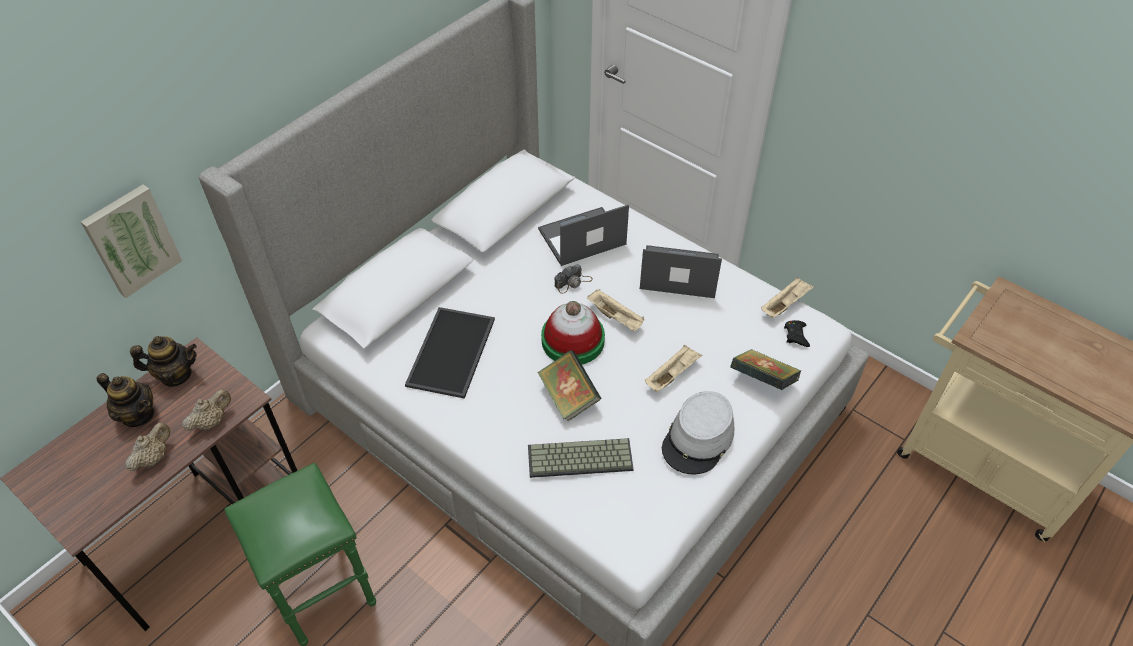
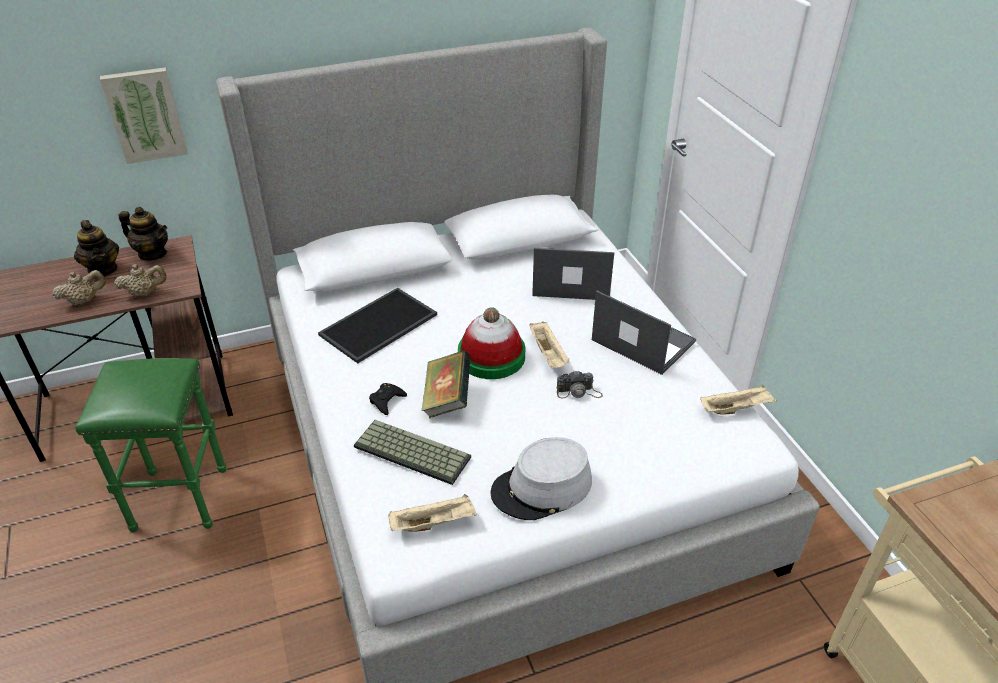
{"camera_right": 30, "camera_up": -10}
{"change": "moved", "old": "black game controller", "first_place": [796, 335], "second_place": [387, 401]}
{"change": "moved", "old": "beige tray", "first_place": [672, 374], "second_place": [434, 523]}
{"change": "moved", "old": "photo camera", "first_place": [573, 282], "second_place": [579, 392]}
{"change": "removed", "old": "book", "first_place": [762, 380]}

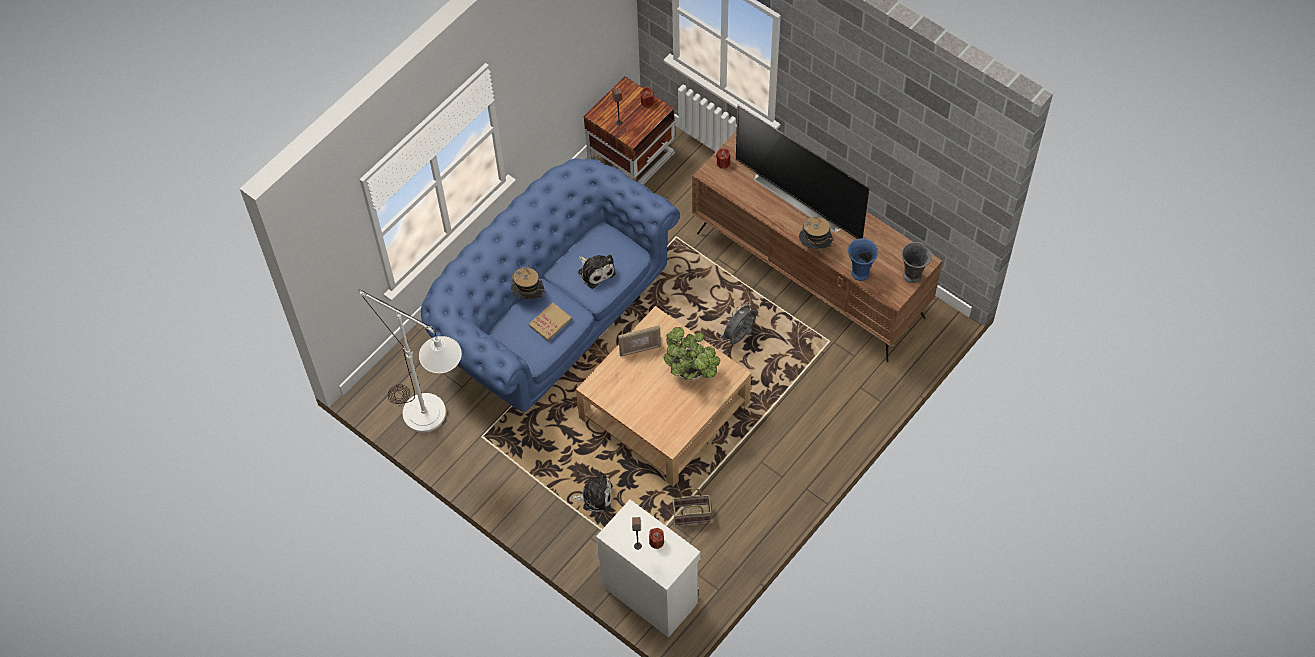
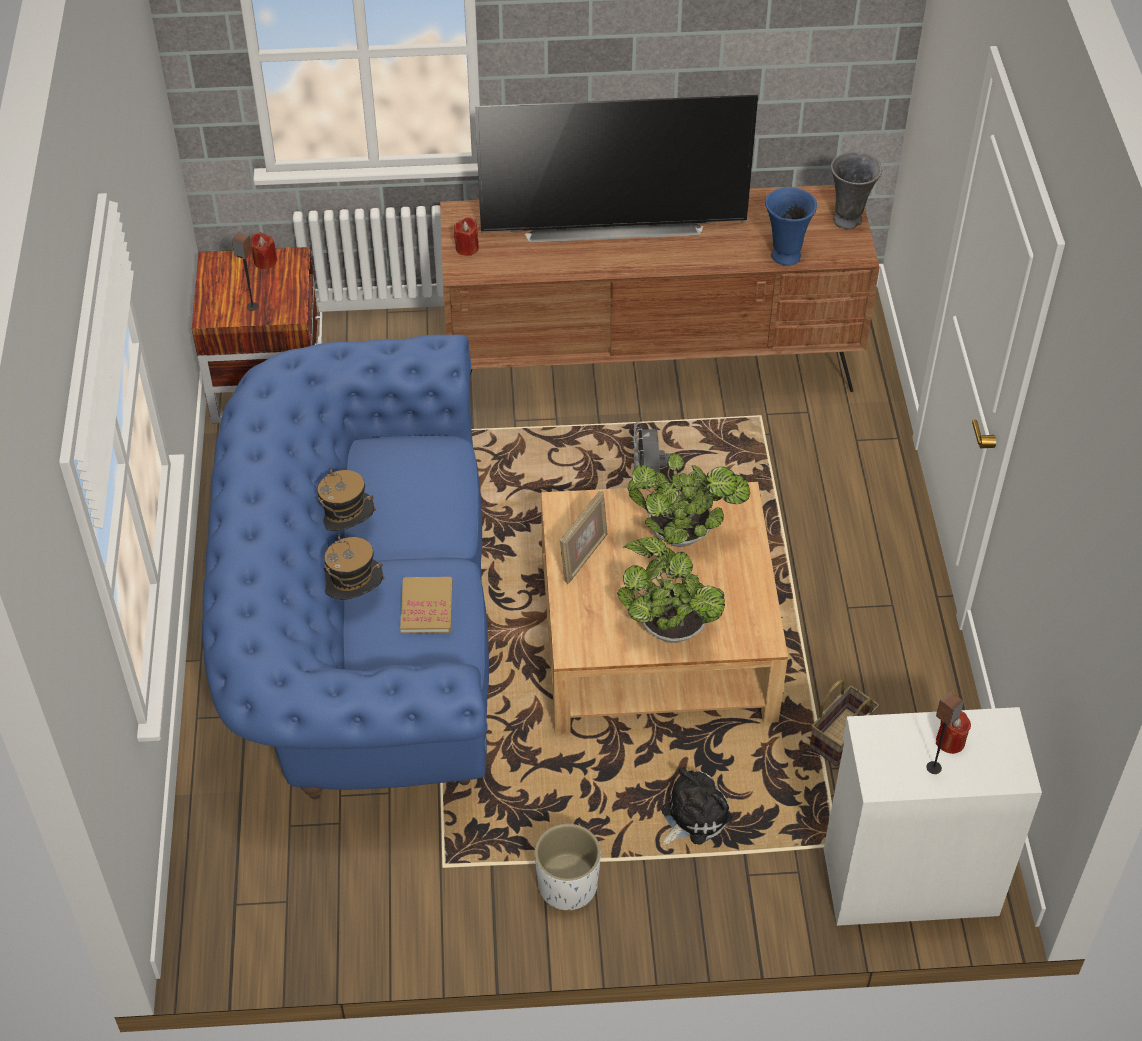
{"camera_right": -45, "camera_up": -10}
{"change": "moved", "old": "hat", "first_place": [814, 246], "second_place": [347, 529]}
{"change": "added", "new": "white planter", "second_place": [567, 885]}
{"change": "added", "new": "potted plant", "second_place": [668, 626]}
{"change": "removed", "old": "white floor lamp", "first_place": [433, 420]}
{"change": "removed", "old": "plush toy", "first_place": [595, 271]}

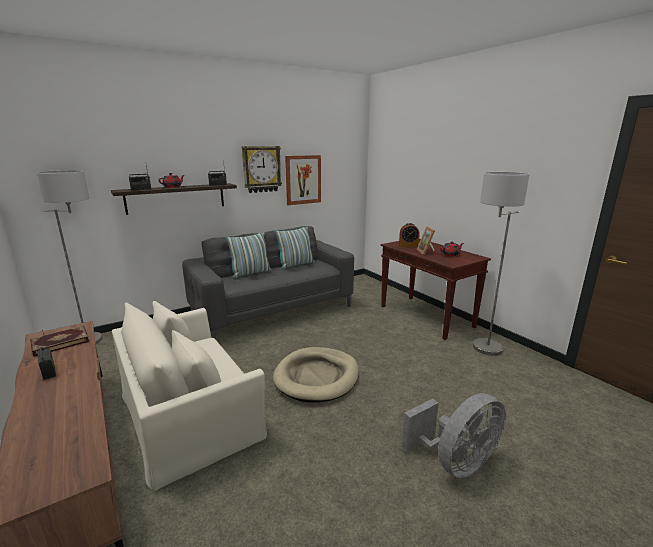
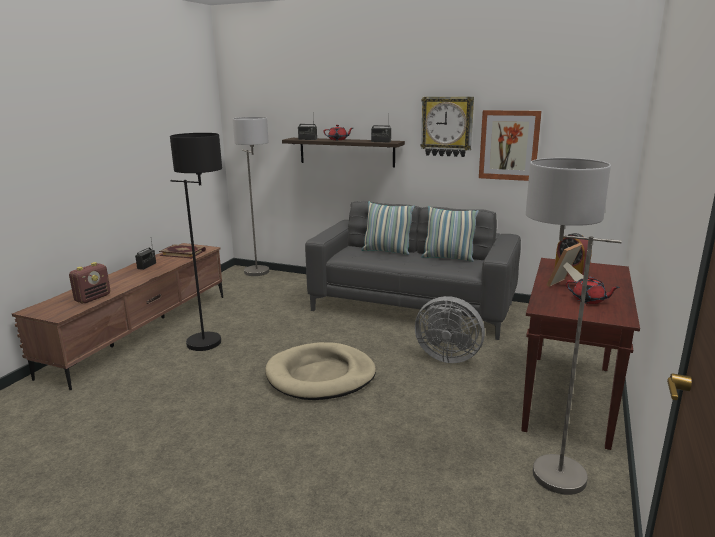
{"camera_right": 55, "camera_up": 0}
{"change": "added", "new": "radio", "second_place": [93, 298]}
{"change": "replaced", "old": "beige armchair", "new": "black floor lamp", "first_place": [189, 412], "second_place": [213, 344]}
{"change": "moved", "old": "grey fan", "first_place": [456, 462], "second_place": [447, 356]}

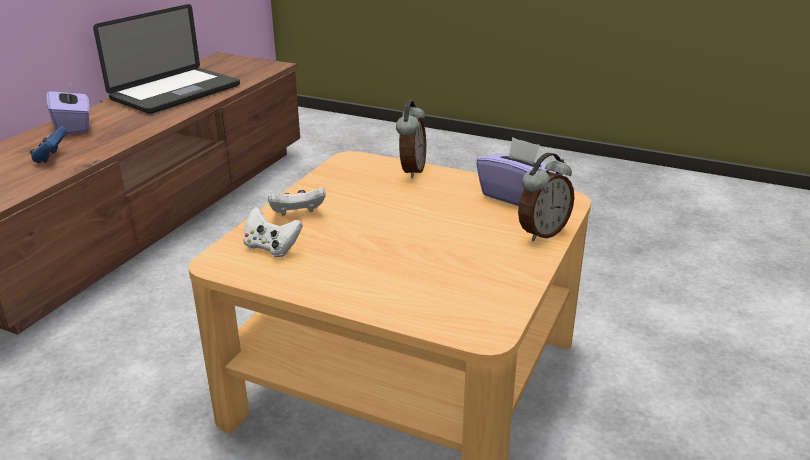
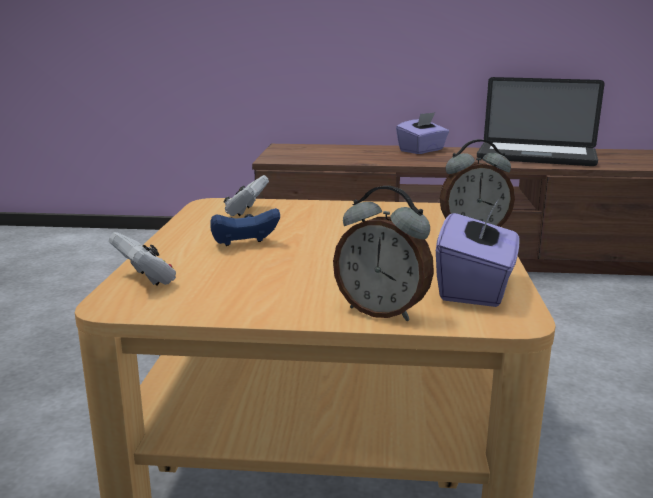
{"camera_right": 70, "camera_up": -10}
{"change": "moved", "old": "white game controller", "first_place": [297, 214], "second_place": [146, 280]}
{"change": "moved", "old": "blue game controller", "first_place": [51, 157], "second_place": [244, 244]}

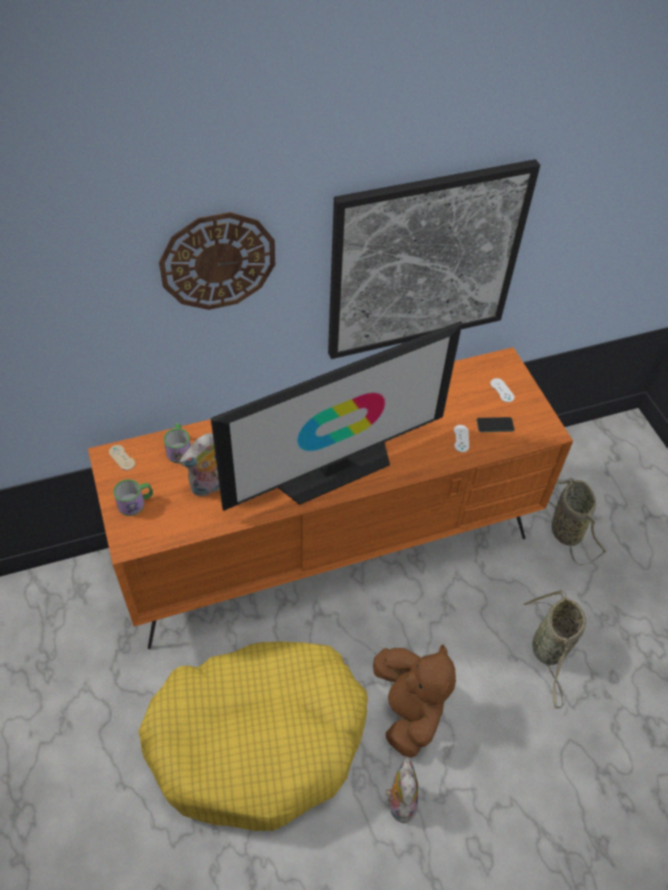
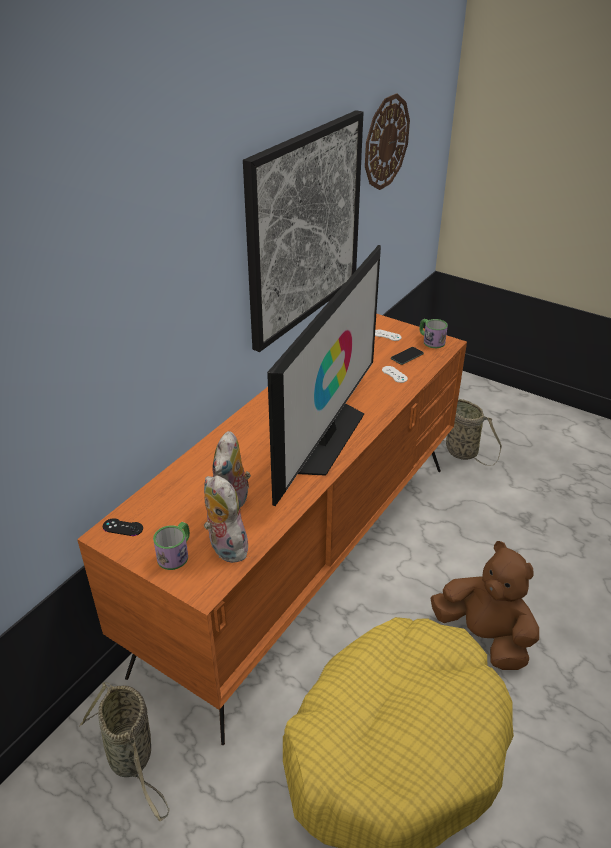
{"camera_right": -35, "camera_up": -15}
{"change": "moved", "old": "basket", "first_place": [549, 651], "second_place": [132, 758]}
{"change": "recoloured", "old": "beige game controller", "new": "black game controller", "first_place": [122, 457], "second_place": [123, 527]}
{"change": "moved", "old": "plush toy", "first_place": [399, 801], "second_place": [225, 547]}
{"change": "moved", "old": "wall clock", "first_place": [218, 261], "second_place": [386, 142]}
{"change": "moved", "old": "mug", "first_place": [179, 449], "second_place": [431, 341]}

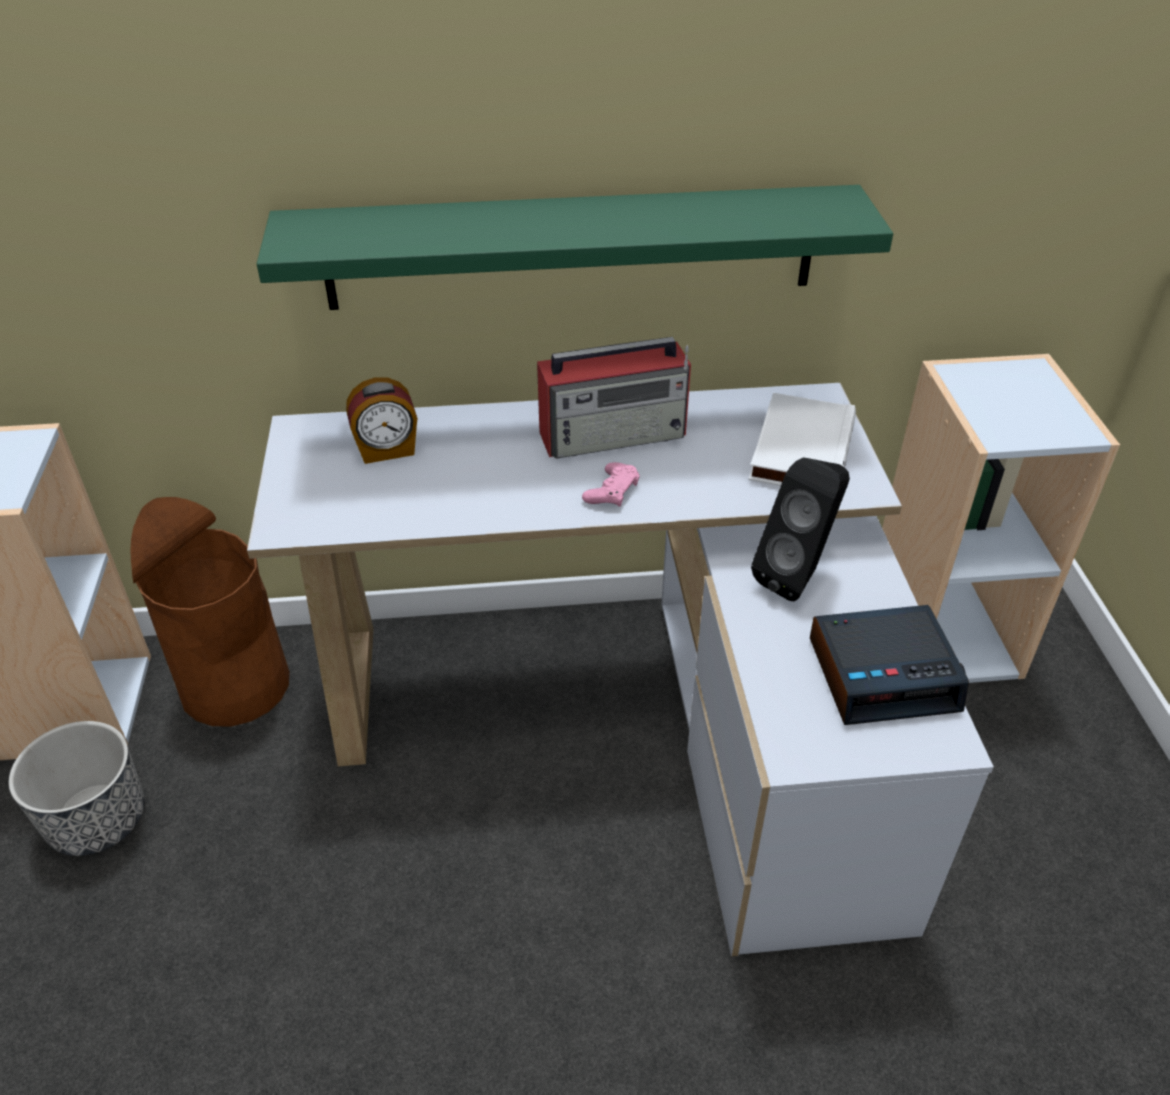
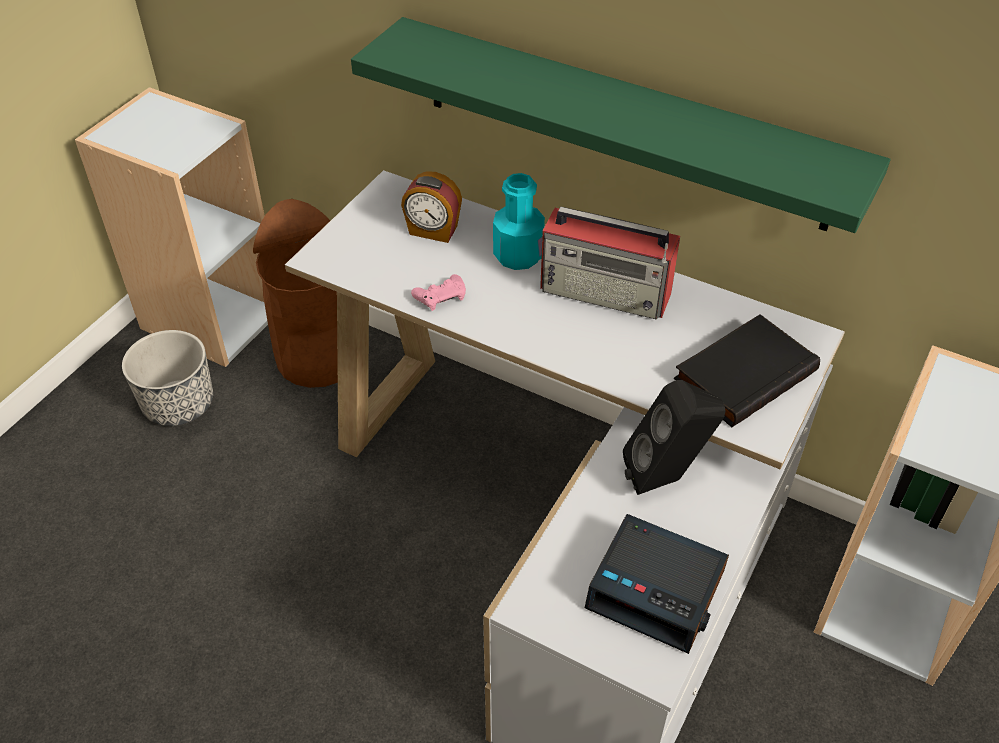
{"camera_right": 35, "camera_up": 5}
{"change": "moved", "old": "pink game controller", "first_place": [612, 491], "second_place": [441, 297]}
{"change": "added", "new": "turquoise bottle", "second_place": [518, 255]}
{"change": "recoloured", "old": "white book", "new": "black book", "first_place": [799, 449], "second_place": [743, 373]}

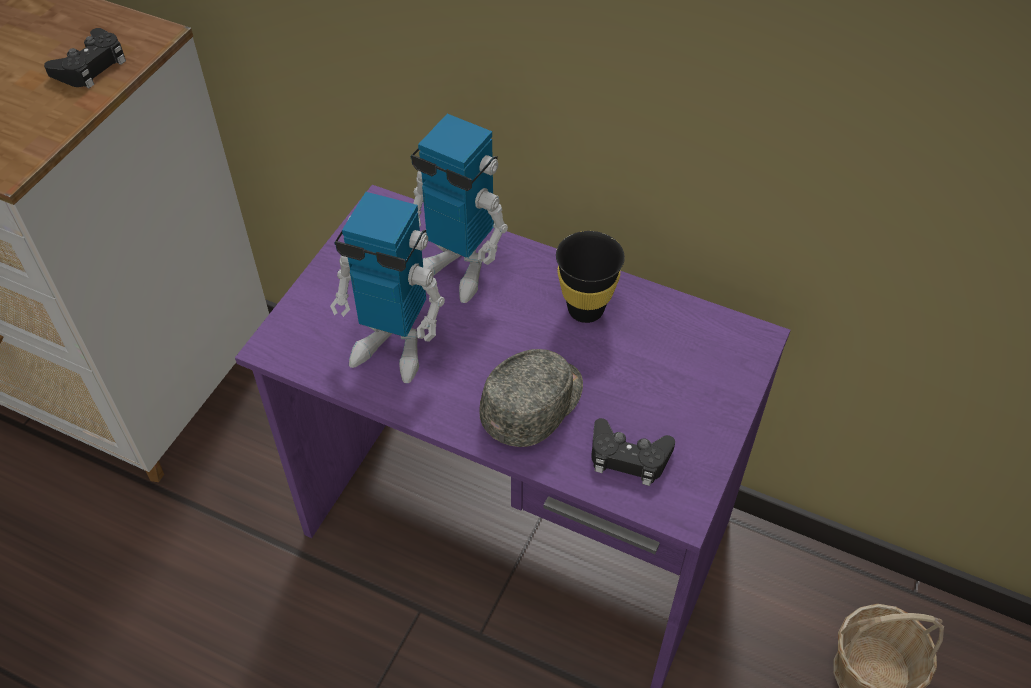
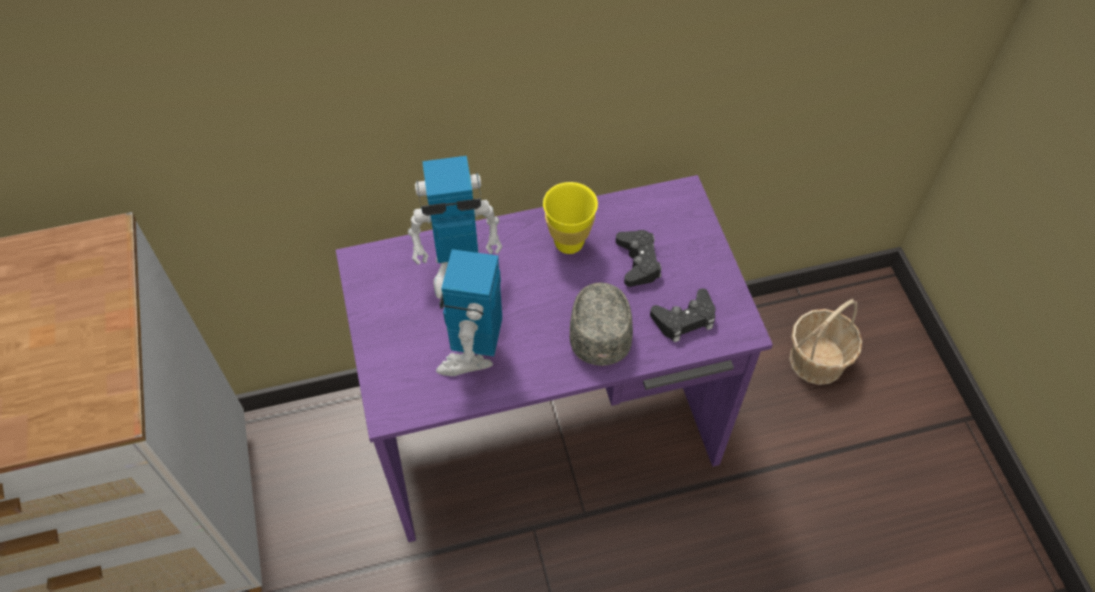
{"camera_right": -40, "camera_up": 5}
{"change": "turned", "old": "toy robot", "first_place": [393, 347], "second_place": [472, 353], "degrees": 120}
{"change": "recoloured", "old": "black cup", "new": "yellow cup", "first_place": [585, 309], "second_place": [569, 243]}
{"change": "moved", "old": "black game controller", "first_place": [91, 66], "second_place": [638, 262]}

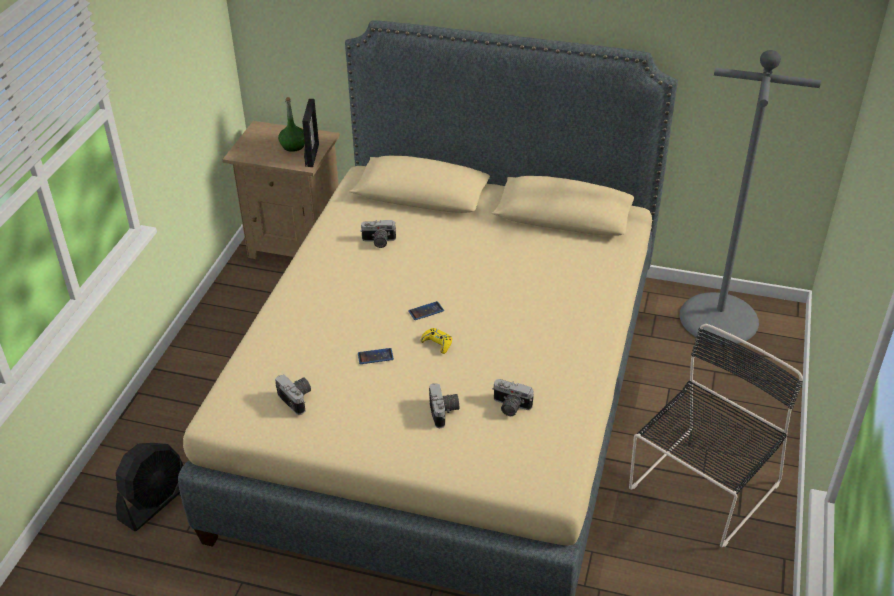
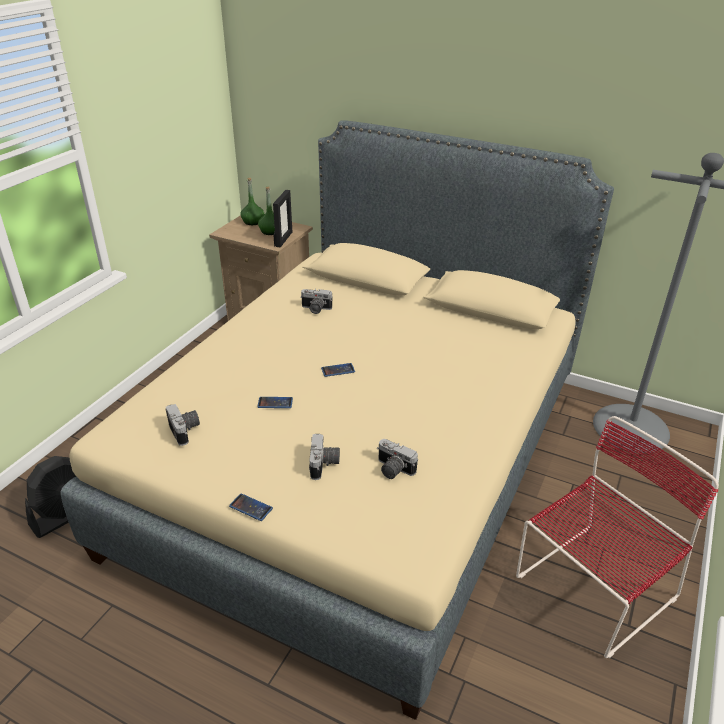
{"camera_right": 10, "camera_up": -5}
{"change": "added", "new": "phone", "second_place": [251, 507]}
{"change": "added", "new": "green bottle", "second_place": [253, 222]}
{"change": "recoloured", "old": "black chair", "new": "red chair", "first_place": [701, 489], "second_place": [592, 590]}
{"change": "removed", "old": "yellow game controller", "first_place": [437, 343]}

